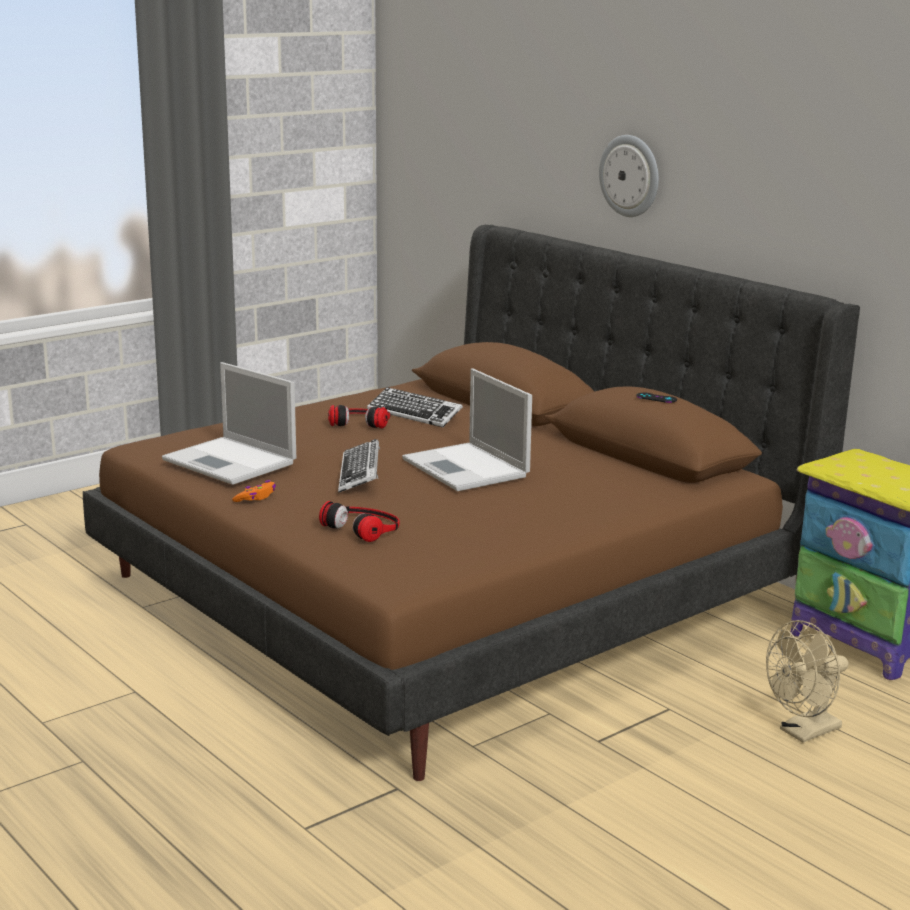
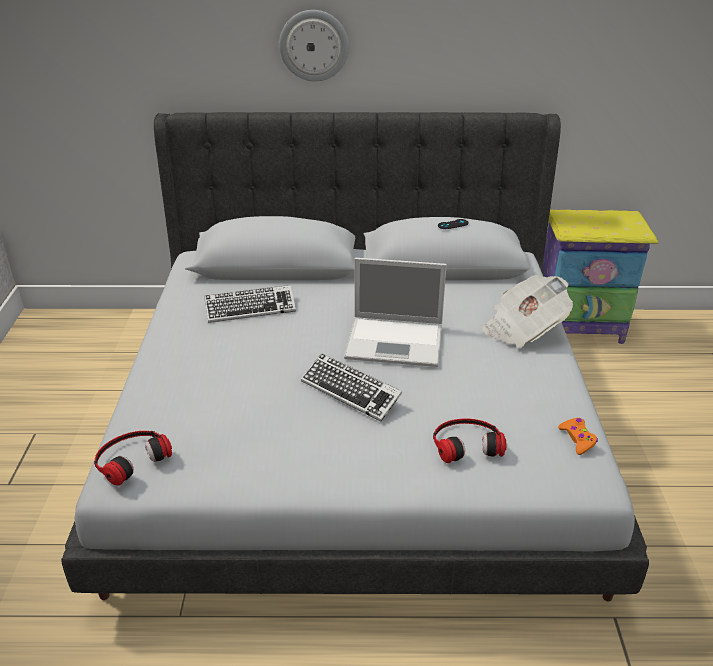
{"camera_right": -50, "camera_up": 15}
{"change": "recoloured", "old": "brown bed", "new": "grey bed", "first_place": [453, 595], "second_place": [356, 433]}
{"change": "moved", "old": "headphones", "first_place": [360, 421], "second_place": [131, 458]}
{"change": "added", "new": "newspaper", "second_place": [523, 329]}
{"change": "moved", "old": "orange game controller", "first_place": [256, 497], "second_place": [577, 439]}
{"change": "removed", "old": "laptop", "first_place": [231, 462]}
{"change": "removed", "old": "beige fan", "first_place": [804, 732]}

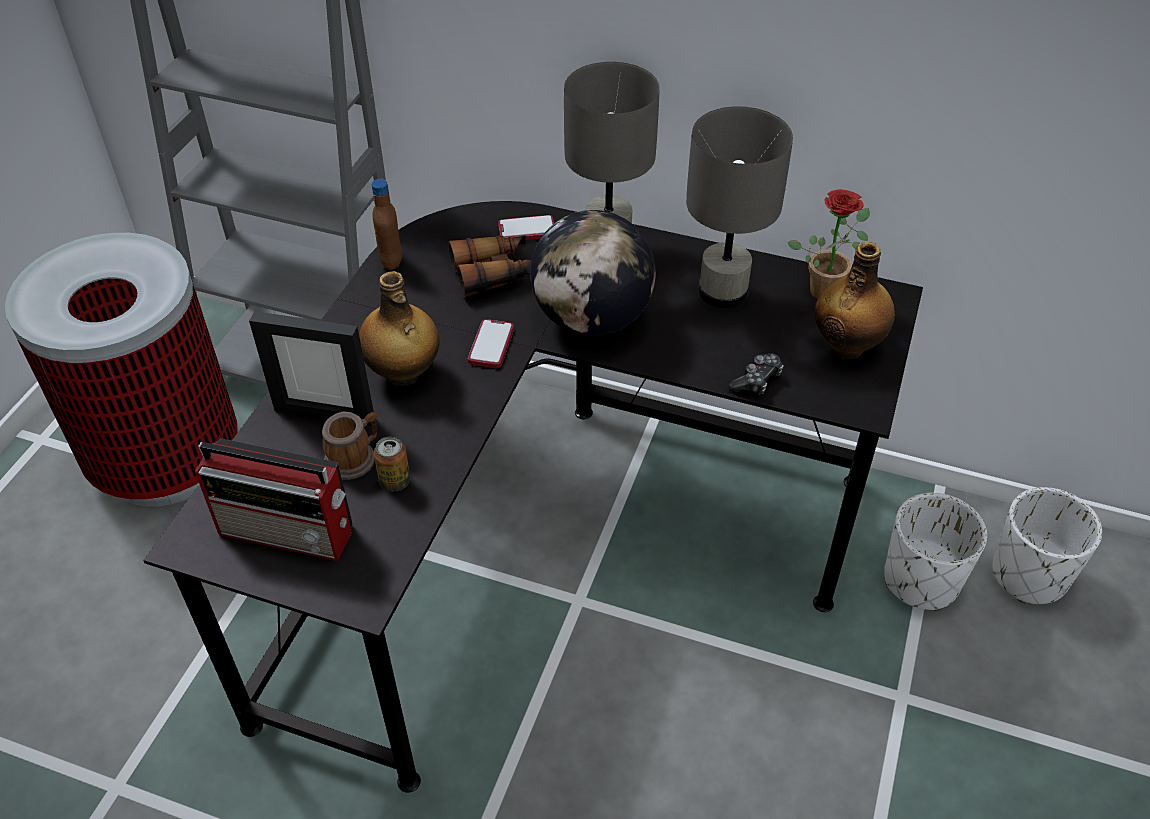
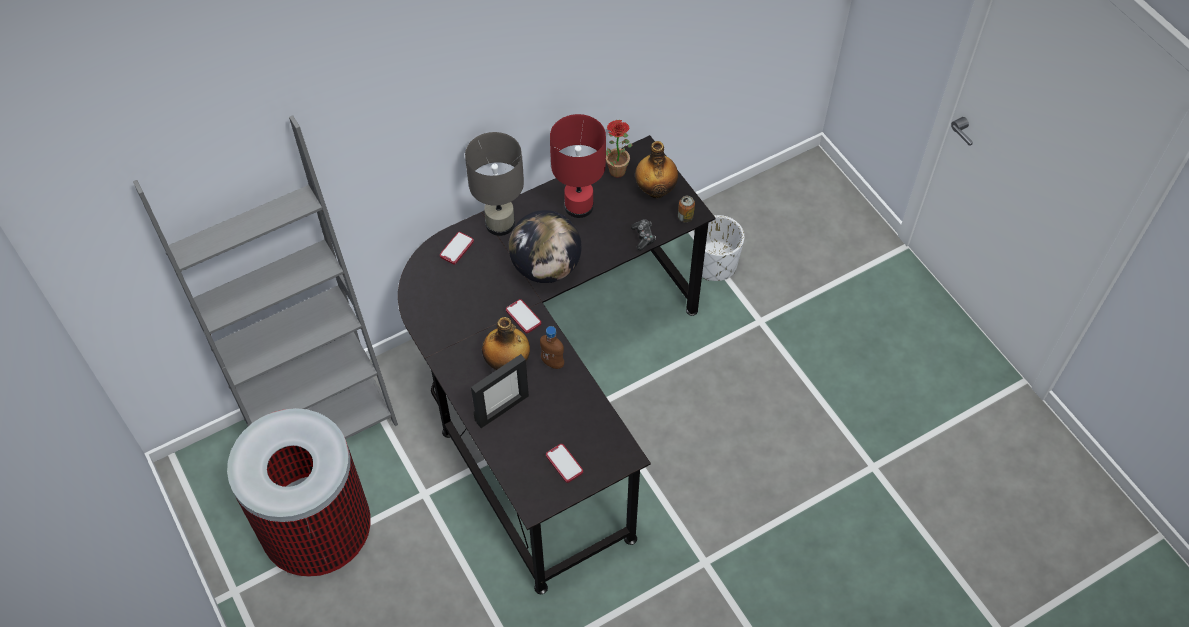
{"camera_right": -50, "camera_up": 10}
{"change": "moved", "old": "brown bottle", "first_place": [391, 261], "second_place": [552, 363]}
{"change": "replaced", "old": "radio", "new": "phone", "first_place": [289, 532], "second_place": [564, 463]}
{"change": "recoloured", "old": "grey table lamp", "new": "red table lamp", "first_place": [723, 292], "second_place": [579, 206]}
{"change": "moved", "old": "can", "first_place": [395, 481], "second_place": [685, 217]}
{"change": "removed", "old": "mug", "first_place": [355, 458]}
{"change": "removed", "old": "binoculars", "first_place": [495, 273]}
{"change": "removed", "old": "white planter", "first_place": [1029, 575]}

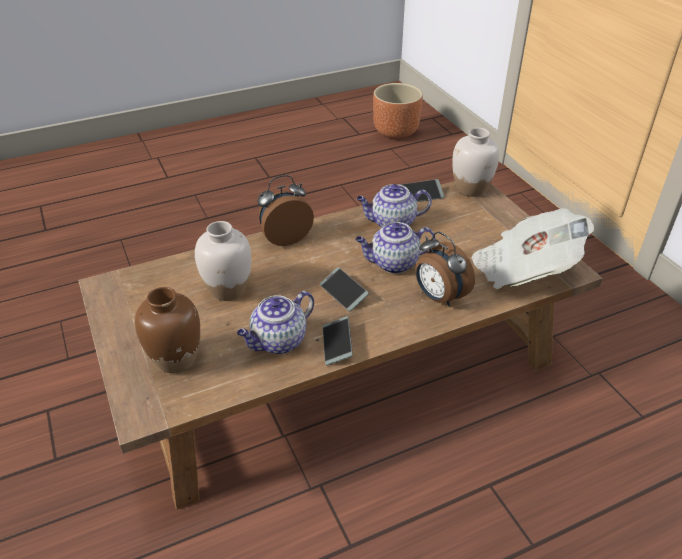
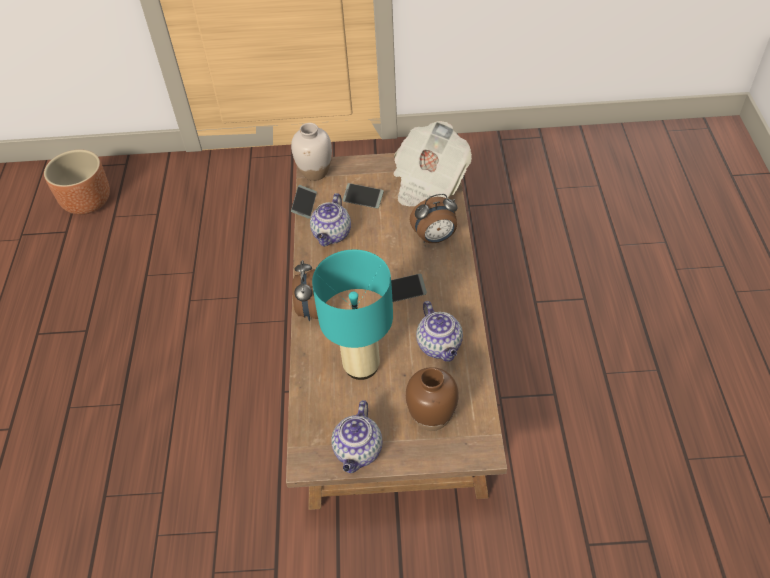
{"camera_right": -65, "camera_up": 10}
{"change": "replaced", "old": "white vase", "new": "turquoise table lamp", "first_place": [228, 290], "second_place": [362, 366]}
{"change": "moved", "old": "teapot", "first_place": [393, 263], "second_place": [358, 452]}
{"change": "moved", "old": "phone", "first_place": [337, 345], "second_place": [363, 199]}

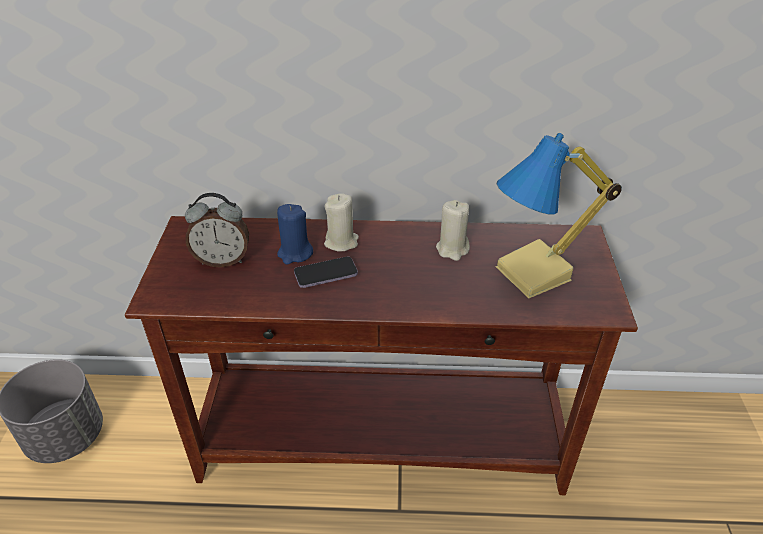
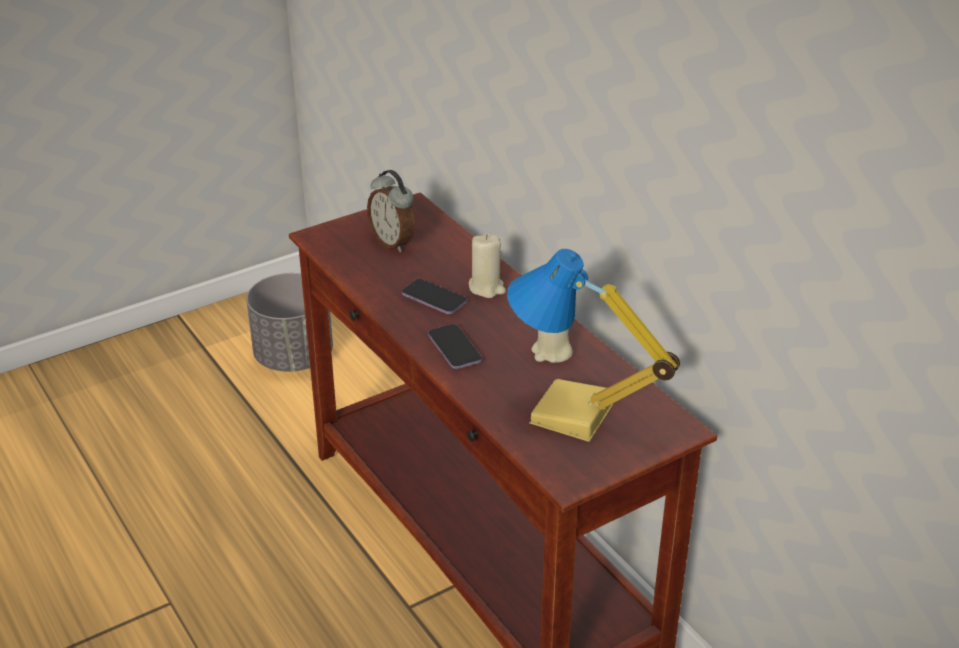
{"camera_right": 55, "camera_up": -5}
{"change": "added", "new": "phone", "second_place": [454, 349]}
{"change": "removed", "old": "blue candle", "first_place": [295, 253]}

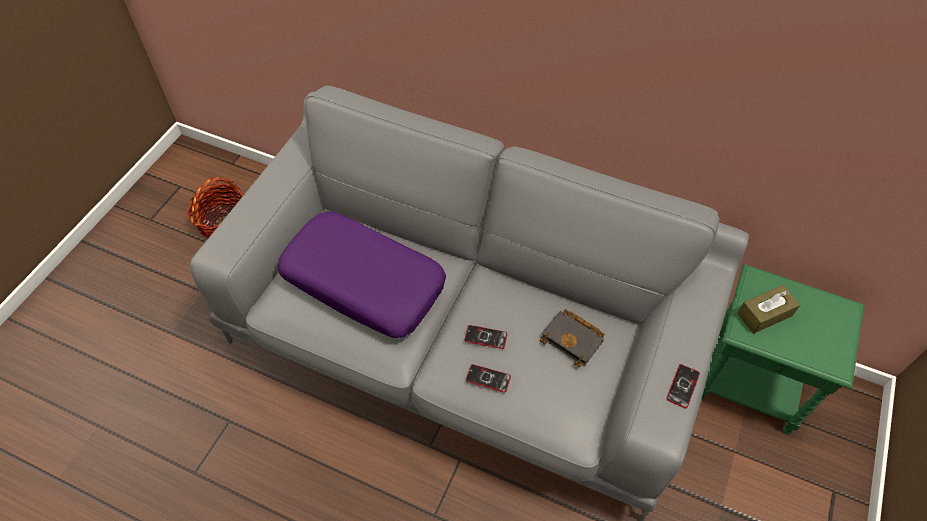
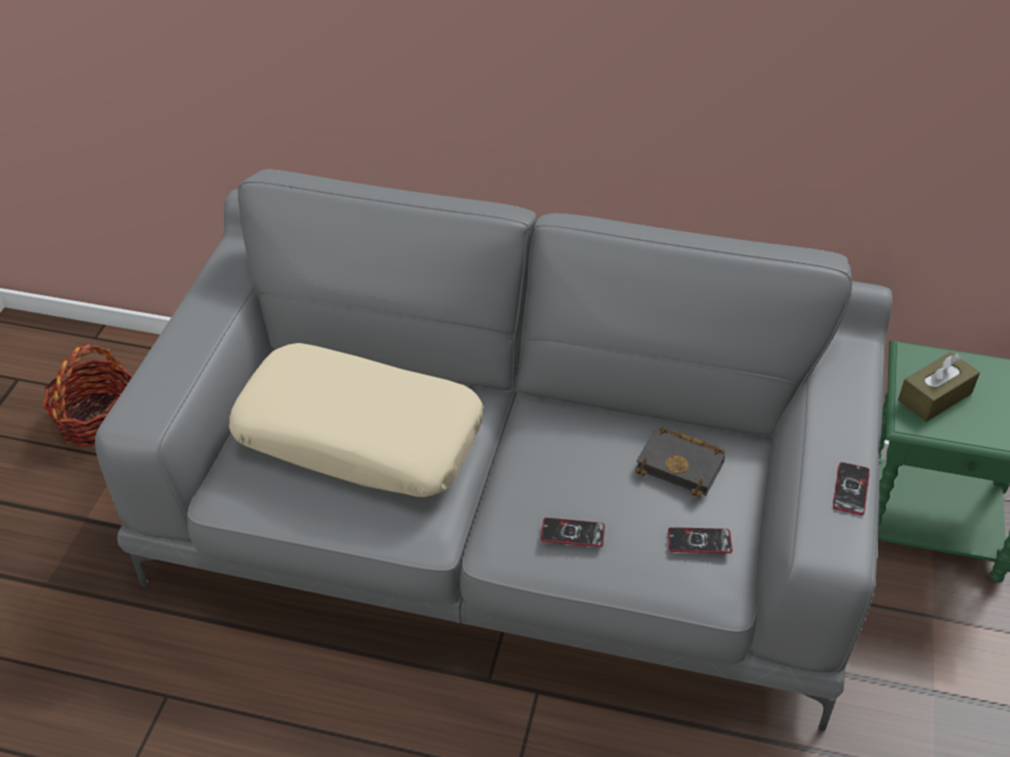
{"camera_right": -10, "camera_up": -10}
{"change": "recoloured", "old": "purple pillow", "new": "beige pillow", "first_place": [364, 282], "second_place": [360, 436]}
{"change": "moved", "old": "phone", "first_place": [486, 337], "second_place": [699, 541]}

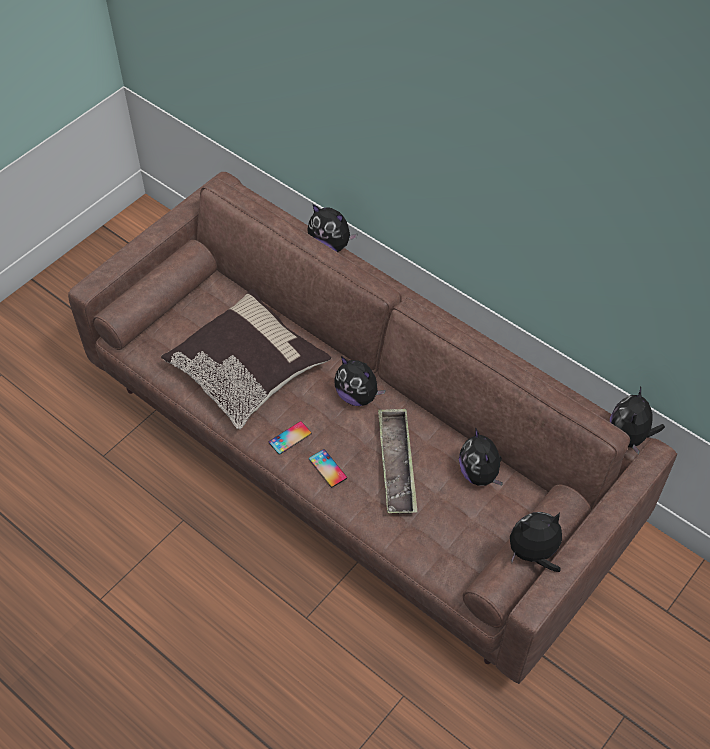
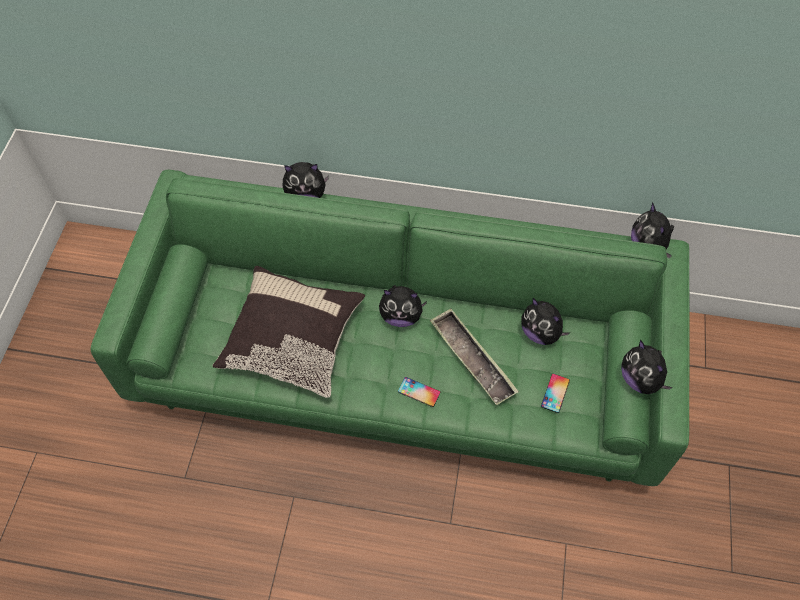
{"camera_right": -30, "camera_up": 5}
{"change": "recoloured", "old": "brown sofa", "new": "green sofa", "first_place": [356, 454], "second_place": [401, 363]}
{"change": "moved", "old": "phone", "first_place": [290, 438], "second_place": [555, 393]}
{"change": "turned", "old": "plush toy", "first_place": [533, 554], "second_place": [640, 379], "degrees": -75}

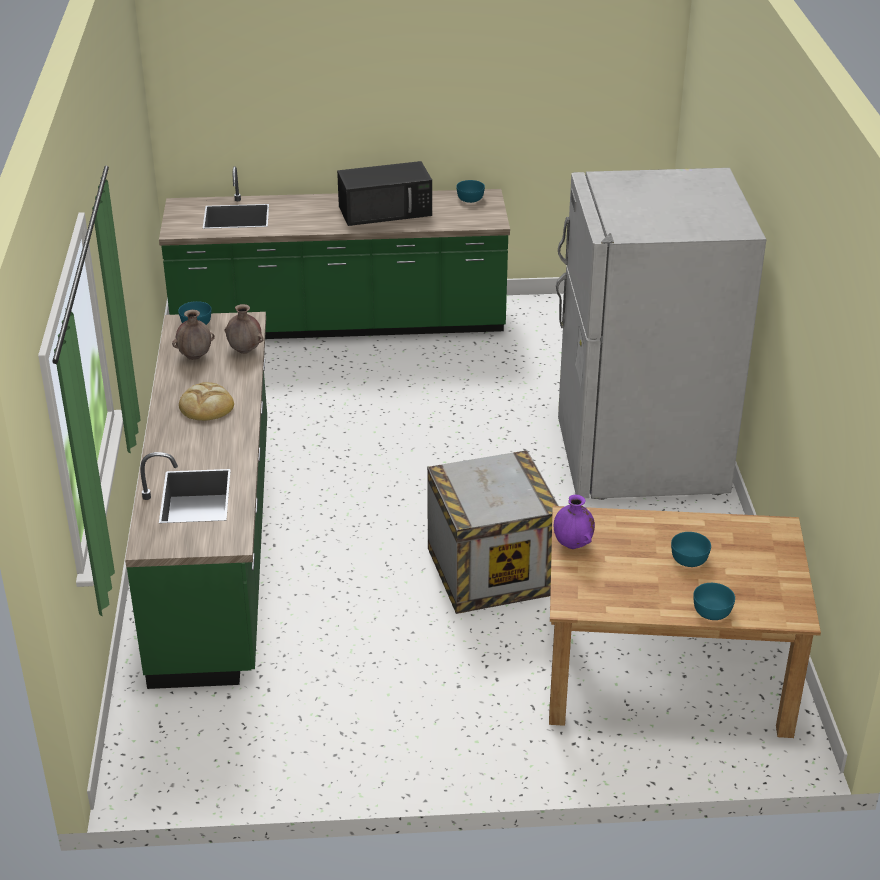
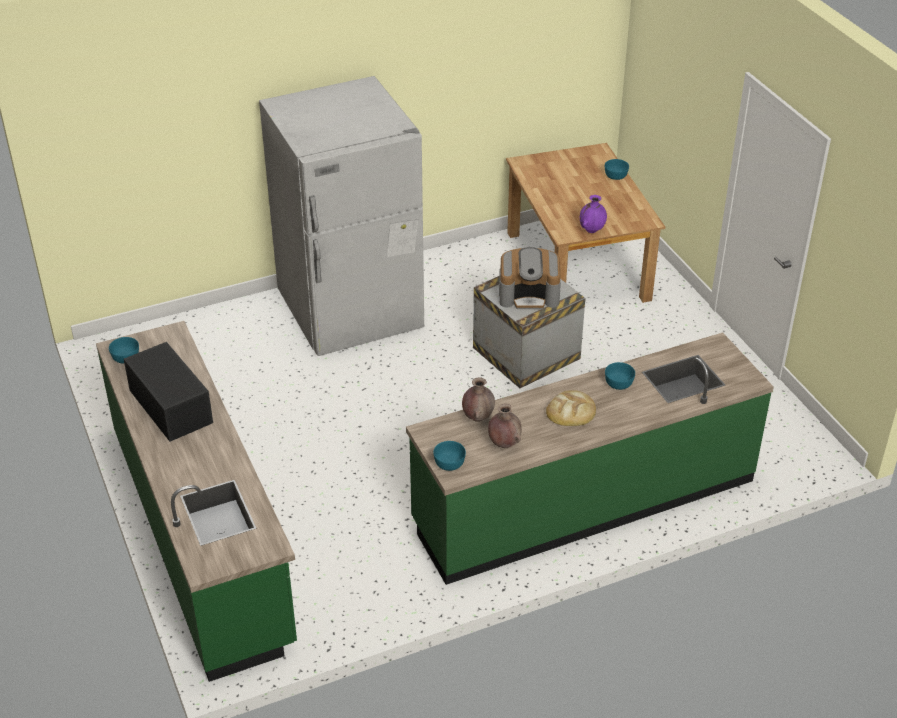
{"camera_right": -110, "camera_up": 5}
{"change": "added", "new": "coffee machine", "second_place": [529, 295]}
{"change": "moved", "old": "turquoise bowl", "first_place": [689, 558], "second_place": [618, 383]}

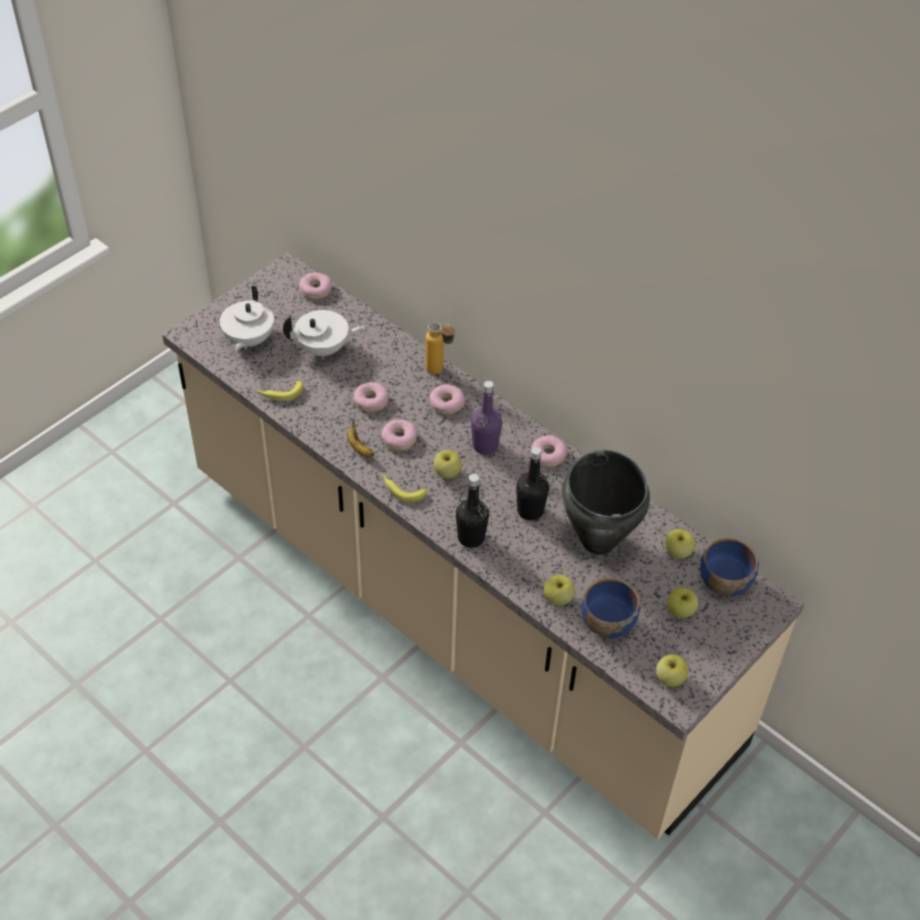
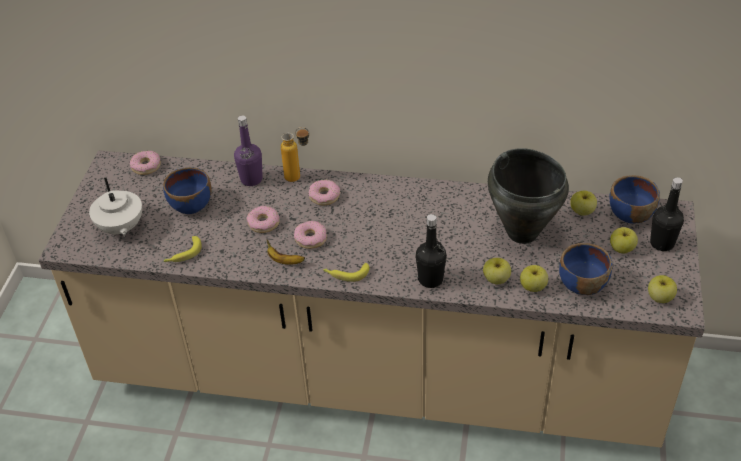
{"camera_right": -30, "camera_up": -5}
{"change": "replaced", "old": "white teapot", "new": "blue bowl", "first_place": [323, 349], "second_place": [191, 205]}
{"change": "moved", "old": "purple bottle", "first_place": [485, 445], "second_place": [251, 179]}
{"change": "moved", "old": "apple", "first_place": [447, 473], "second_place": [496, 279]}
{"change": "moved", "old": "black bottle", "first_place": [530, 511], "second_place": [662, 243]}
{"change": "removed", "old": "donut", "first_place": [548, 455]}

